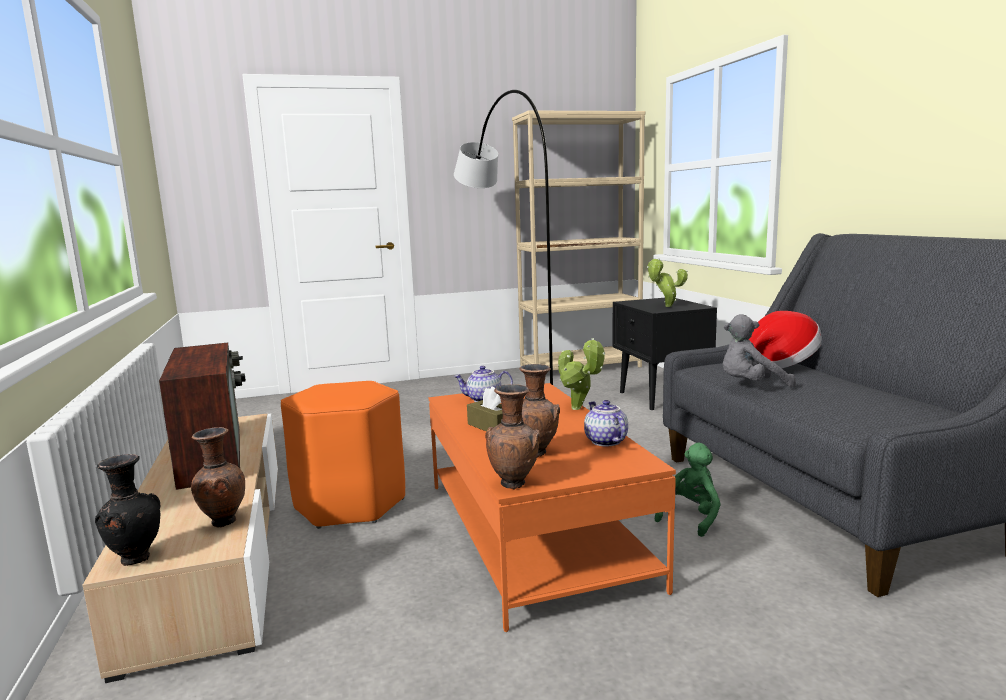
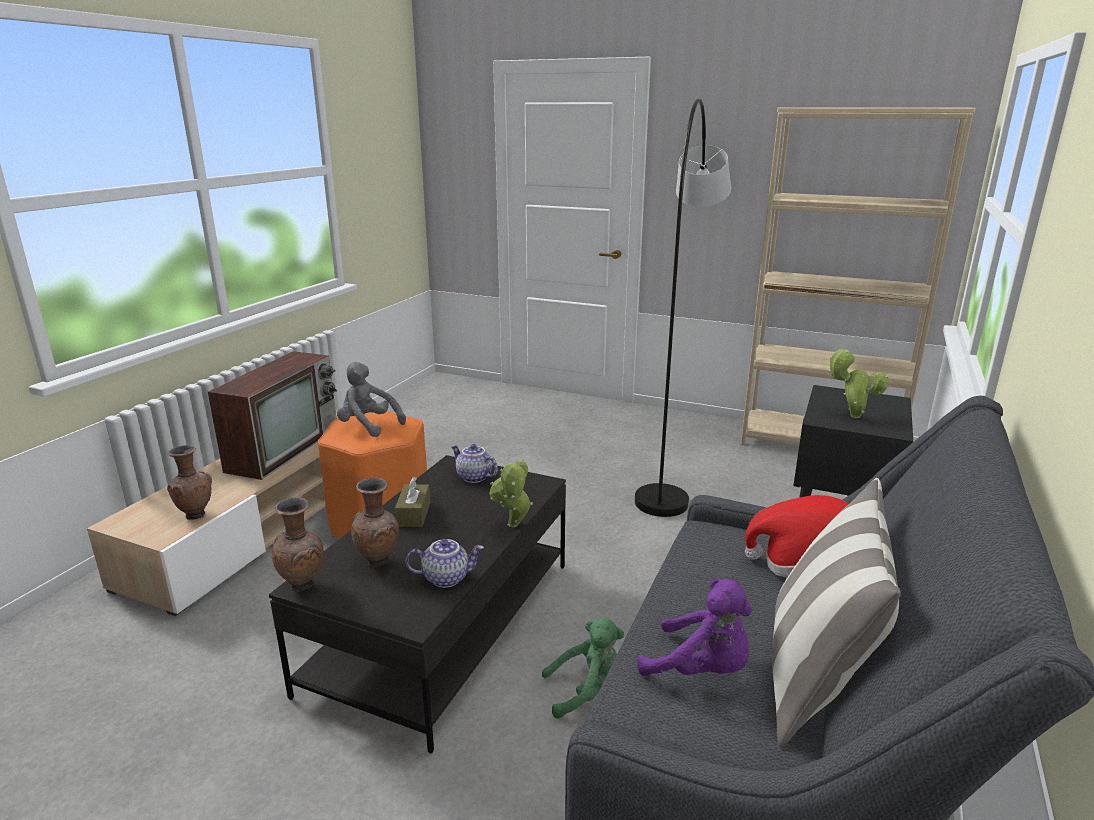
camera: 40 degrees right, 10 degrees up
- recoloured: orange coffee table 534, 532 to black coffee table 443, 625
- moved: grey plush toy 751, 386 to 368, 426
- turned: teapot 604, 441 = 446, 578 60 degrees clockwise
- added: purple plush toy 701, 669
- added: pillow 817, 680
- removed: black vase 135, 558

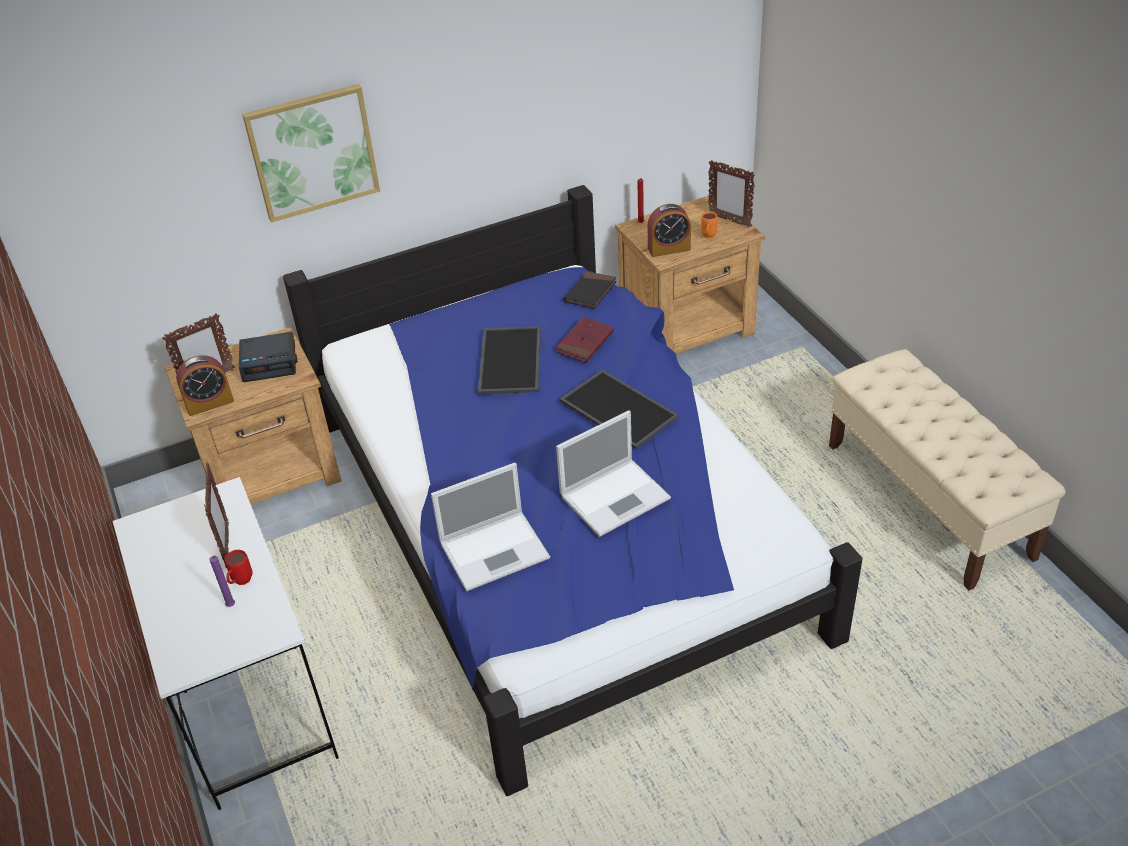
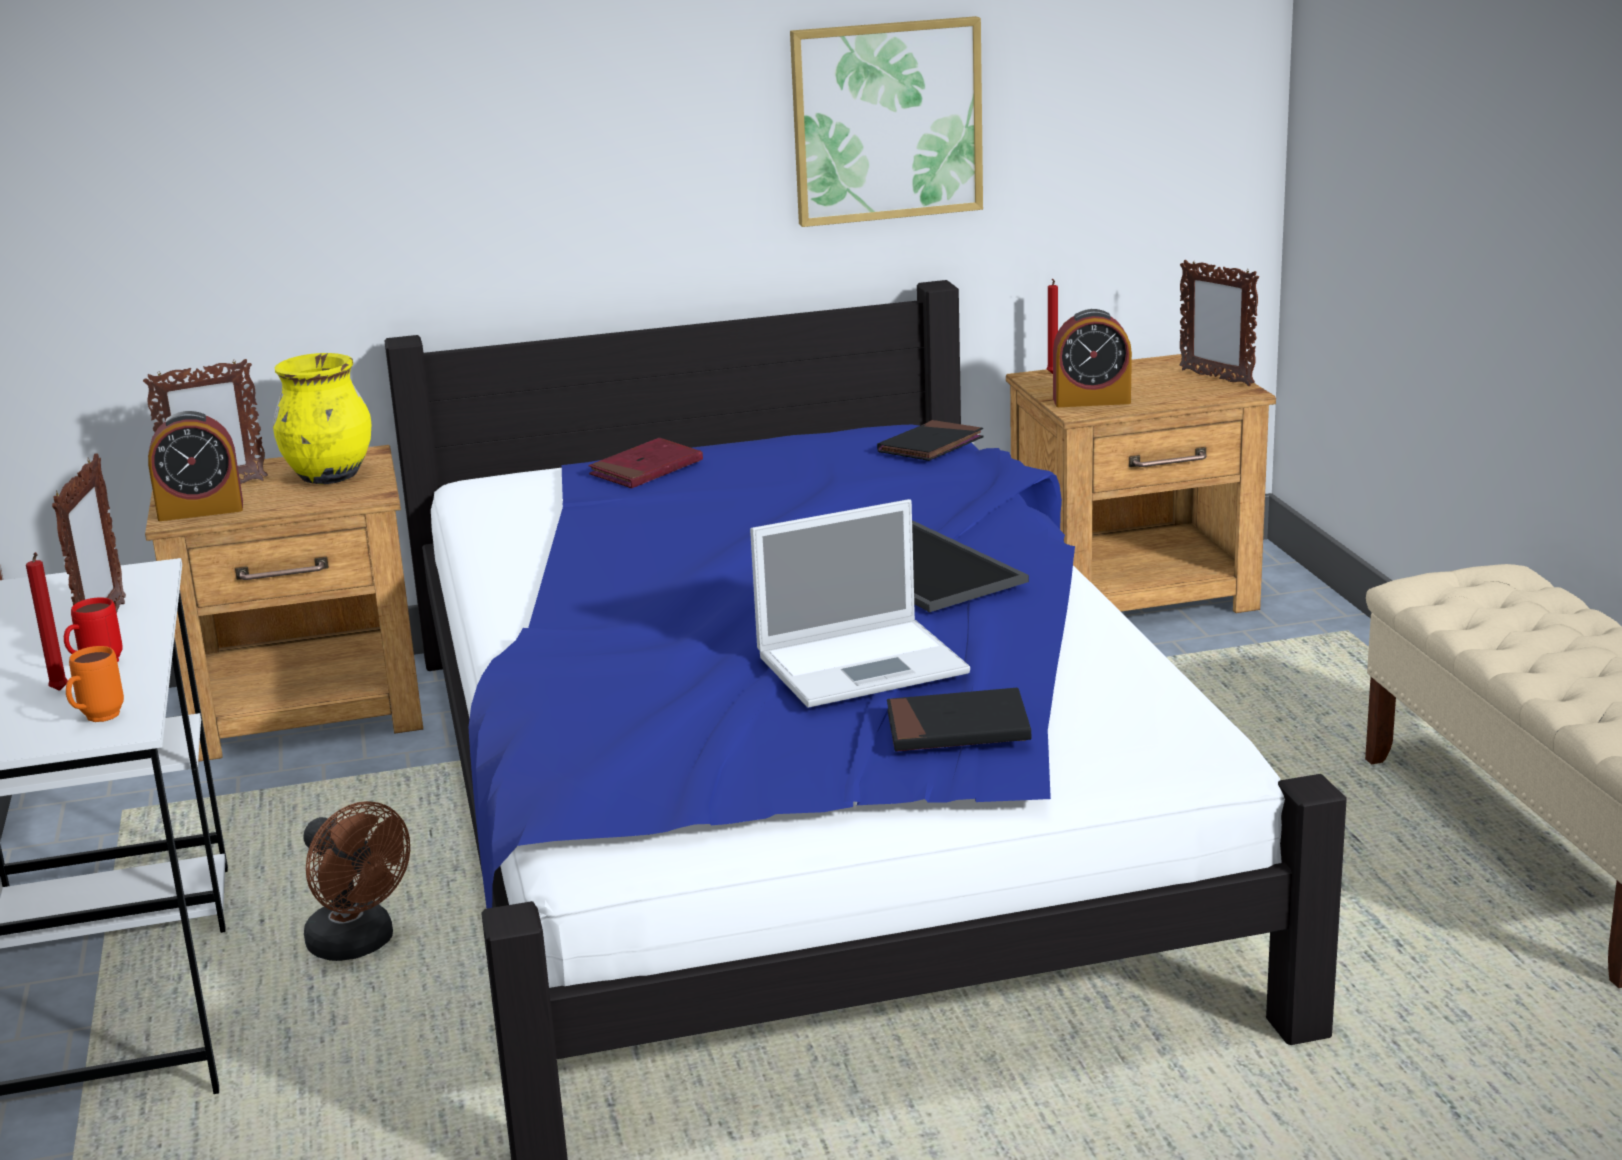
camera: 10 degrees right, 20 degrees down
- recoloured: purple candle 232, 606 to red candle 60, 691
- moved: orange mug 708, 237 to 96, 719
- replaced: alarm clock 270, 362 to yellow vase 330, 476
- added: brown fan 359, 945
- moved: red book 585, 342 to 646, 469
- moved: picture 312, 152 to 886, 121
- added: black book 958, 728
- removed: laptop 496, 549
- removed: tray 512, 361

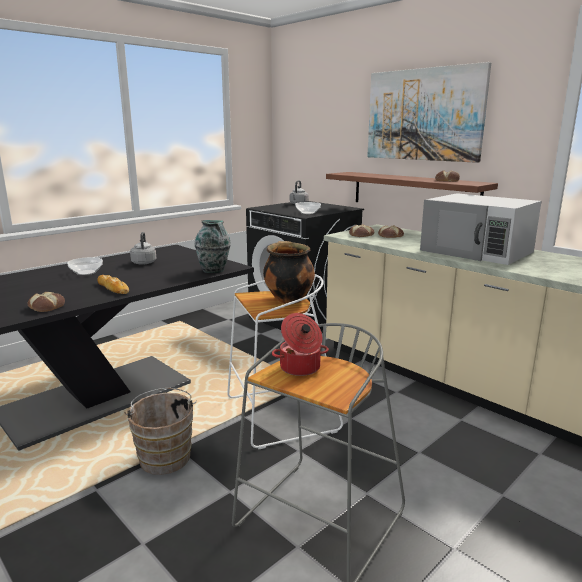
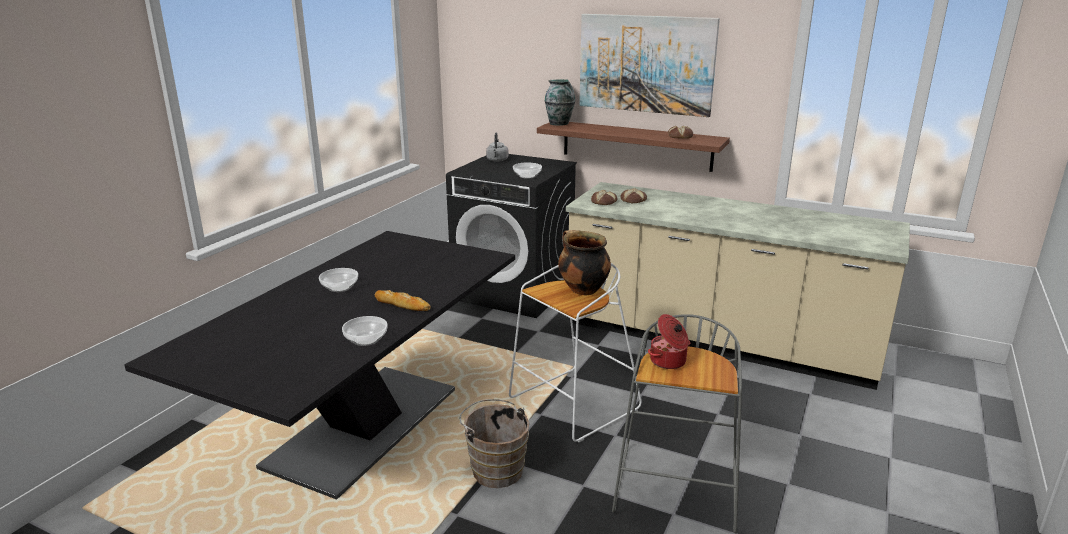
camera: 20 degrees left, 5 degrees up
- replaced: bread 47, 306 to bowl 366, 339
- moved: vase 214, 270 to 559, 124
- removed: grey kettle 144, 262
- removed: white microwave 477, 251

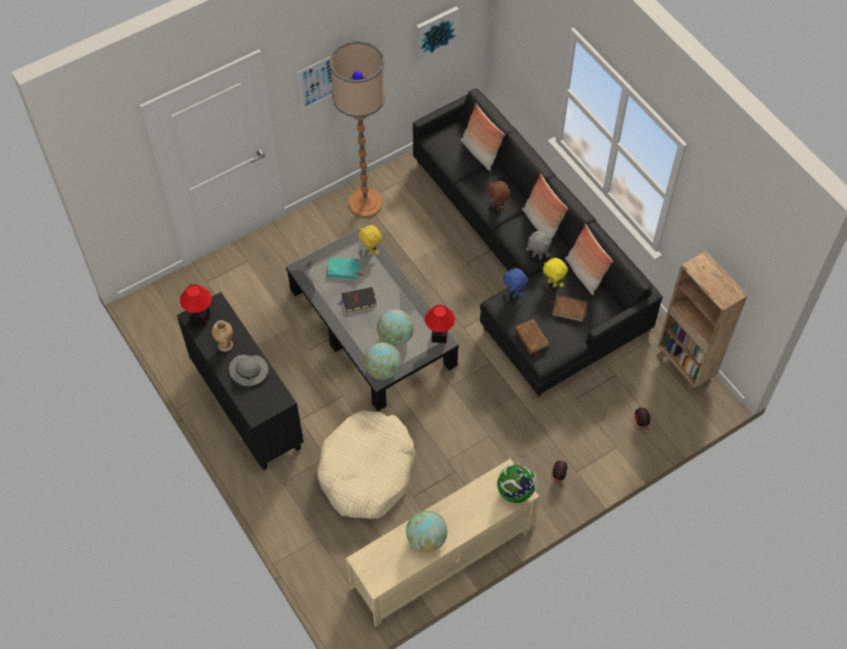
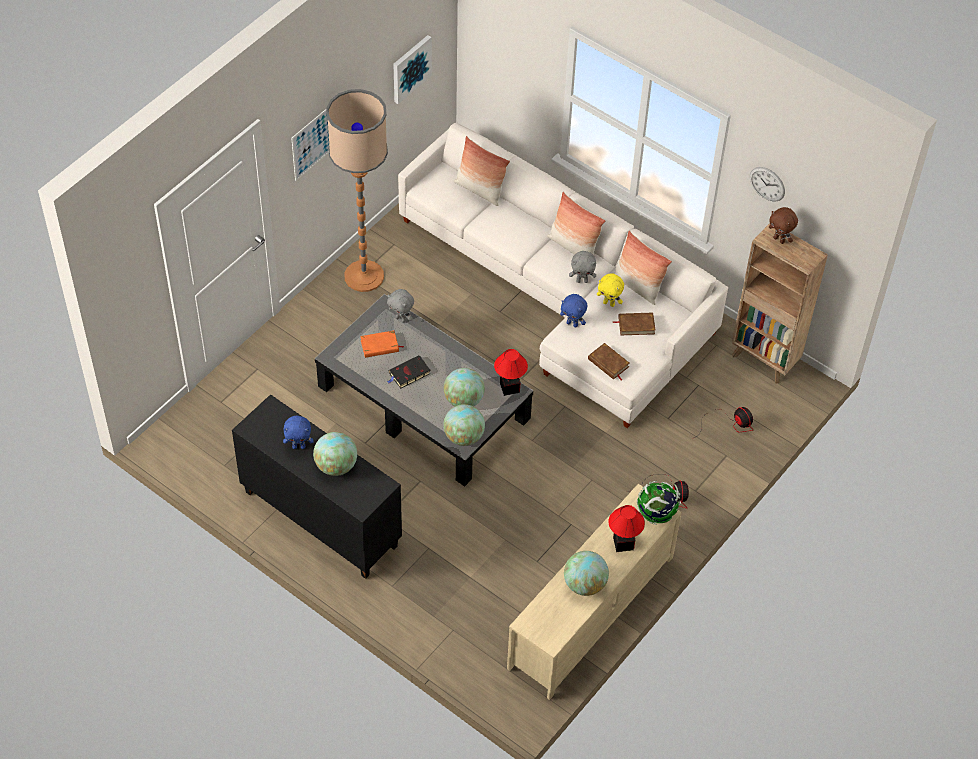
camera: 20 degrees left, 5 degrees down
- replaced: vase 225, 345 to blue plush toy 299, 446
- replaced: grey hat 249, 371 to globe 336, 466
- recoloured: turquoise book 343, 270 to orange book 380, 346
- recoloured: yellow plush toy 371, 250 to grey plush toy 401, 319
- recoloured: black sofa 528, 262 to white sofa 564, 295
- moved: table lamp 201, 317 to 623, 543
- added: wall clock 767, 184
- moved: brown plush toy 497, 206 to 779, 239
- removed: beige dog bed 367, 471

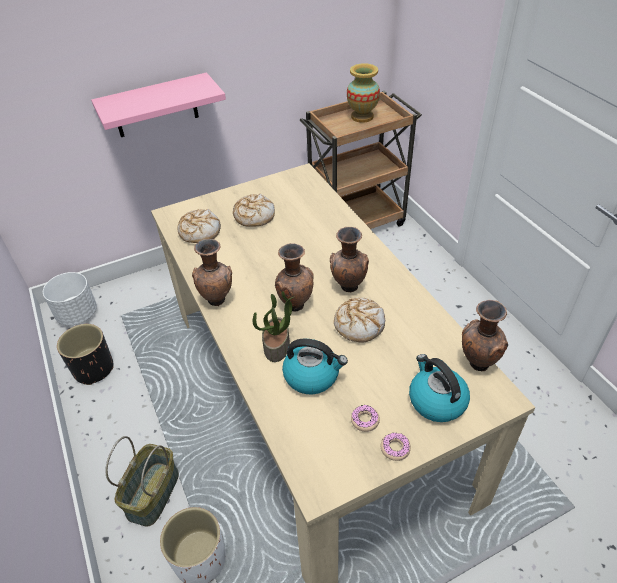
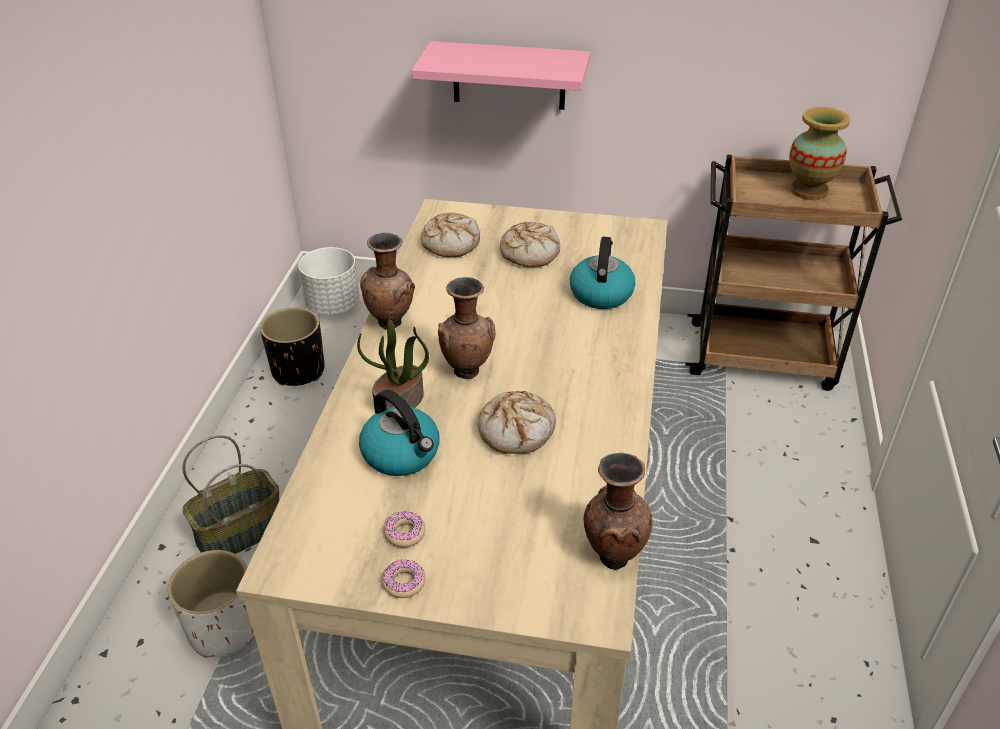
camera: 35 degrees right, 5 degrees down
- moved: kettle 436, 400 to 601, 293
- removed: brown vase 348, 287

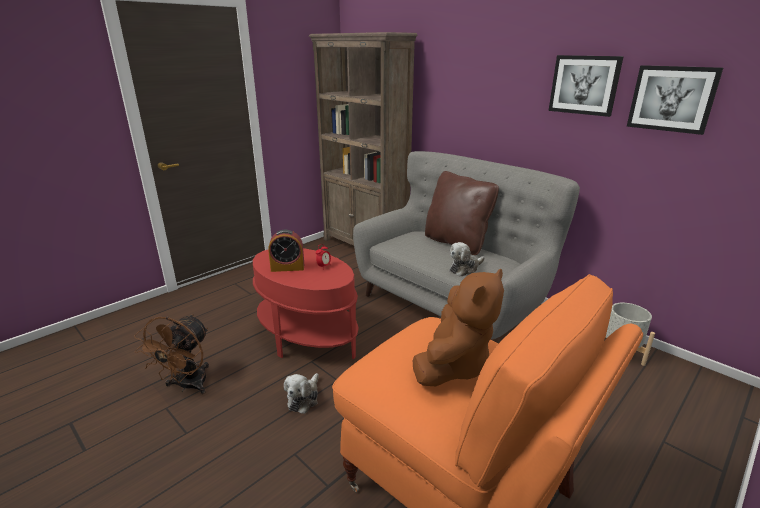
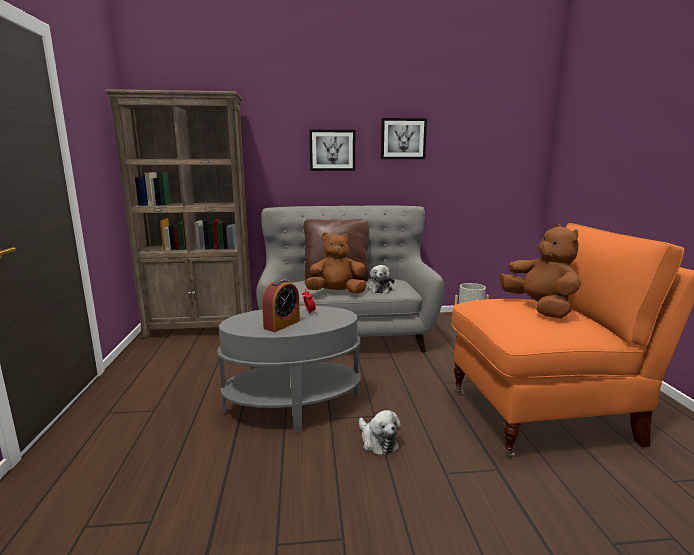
camera: 50 degrees left, 10 degrees down
- recoloured: red side table 307, 338 to grey side table 293, 407
- added: brown plush toy 336, 293
- moved: picture 672, 99 to 332, 150
- removed: brown fan 187, 386

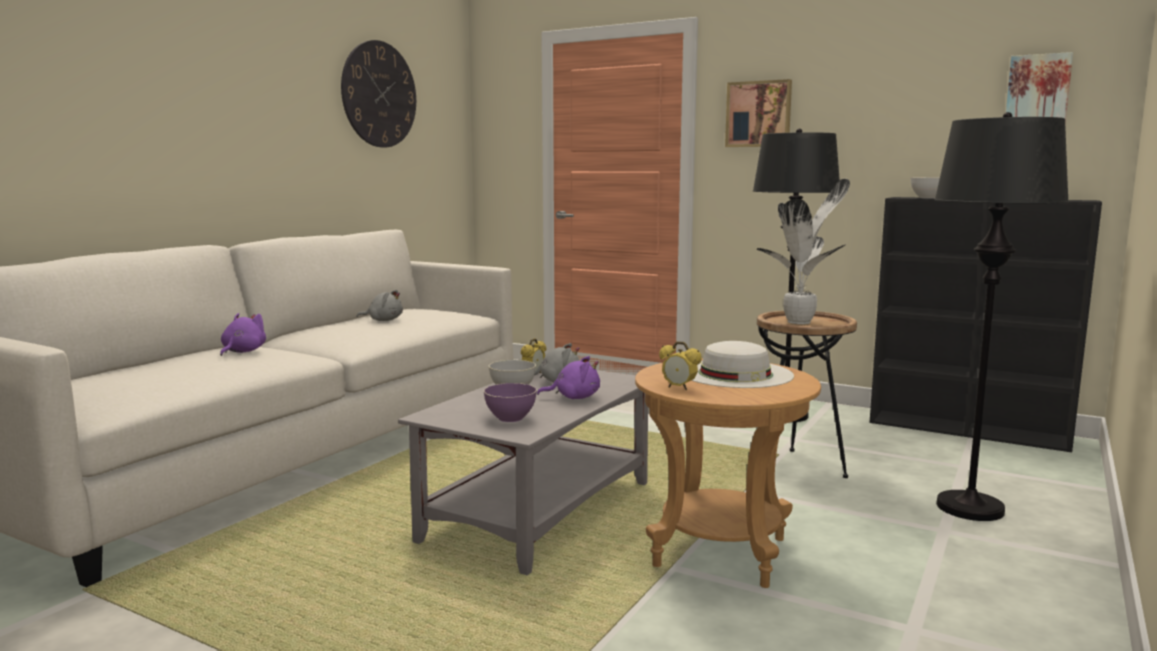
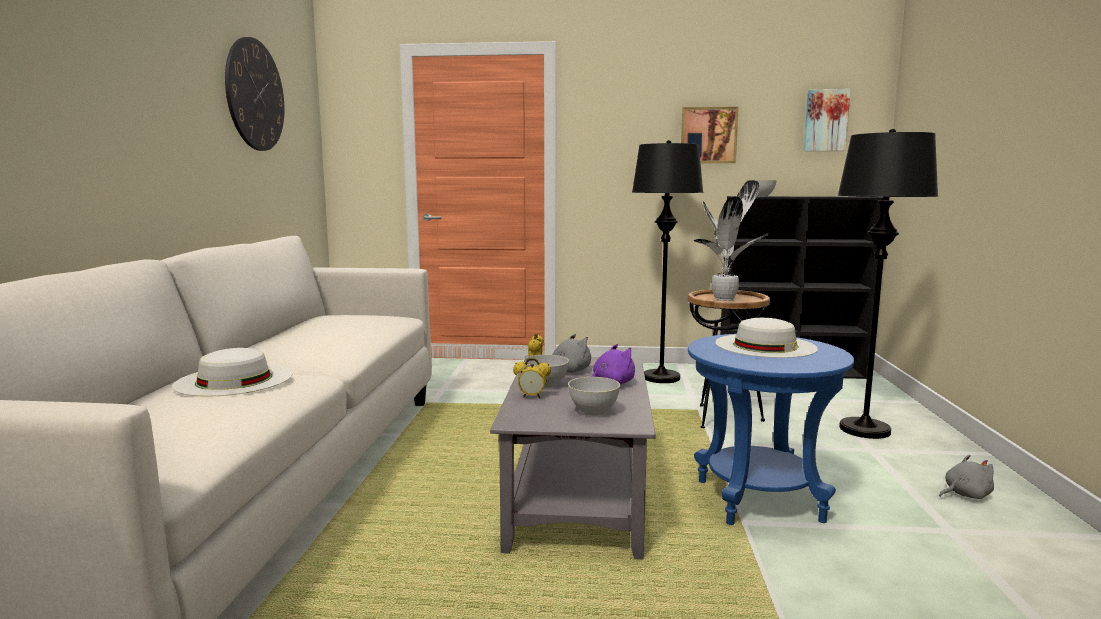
camera: 25 degrees left, 0 degrees up
- replaced: purple plush toy 242, 351 to white hat 234, 380
- moved: alarm clock 679, 388 to 532, 397
- recoloured: purple bowl 510, 418 to grey bowl 593, 411
- moved: picture 759, 114 to 708, 135
- recoloured: brown side table 720, 552 to blue side table 758, 501
- moved: grey plush toy 383, 320 to 965, 494

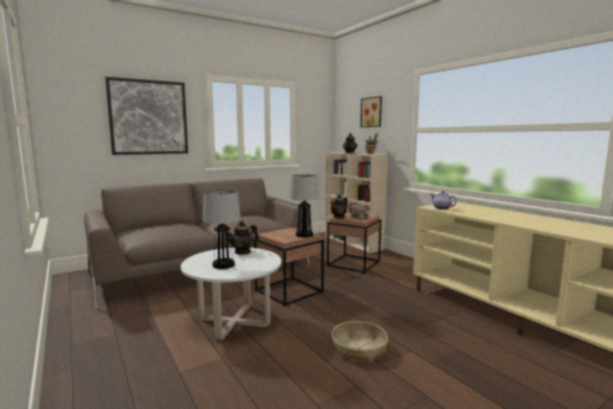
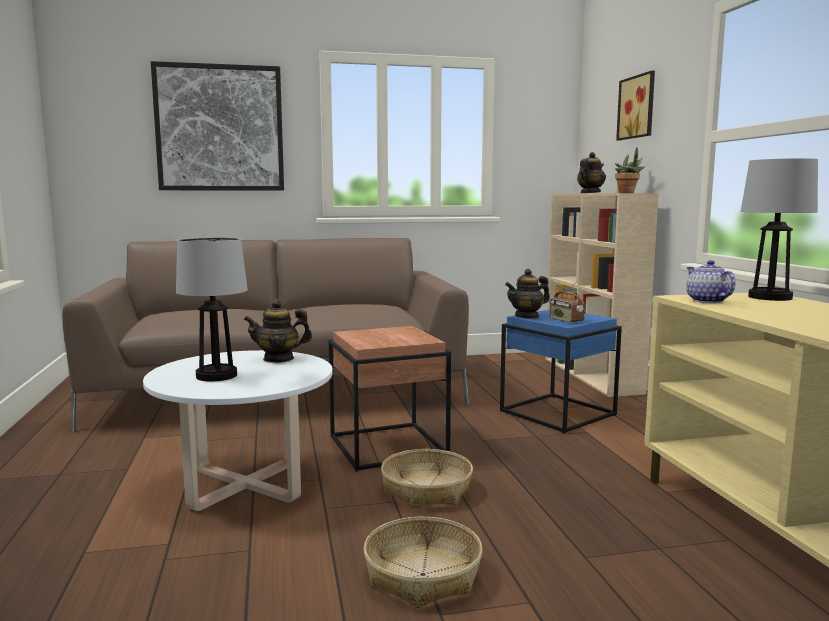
camera: 20 degrees right, 0 degrees up
- added: basket 426, 490
- recoloured: brown side table 354, 263 to blue side table 559, 413
- moved: table lamp 304, 235 to 770, 297

